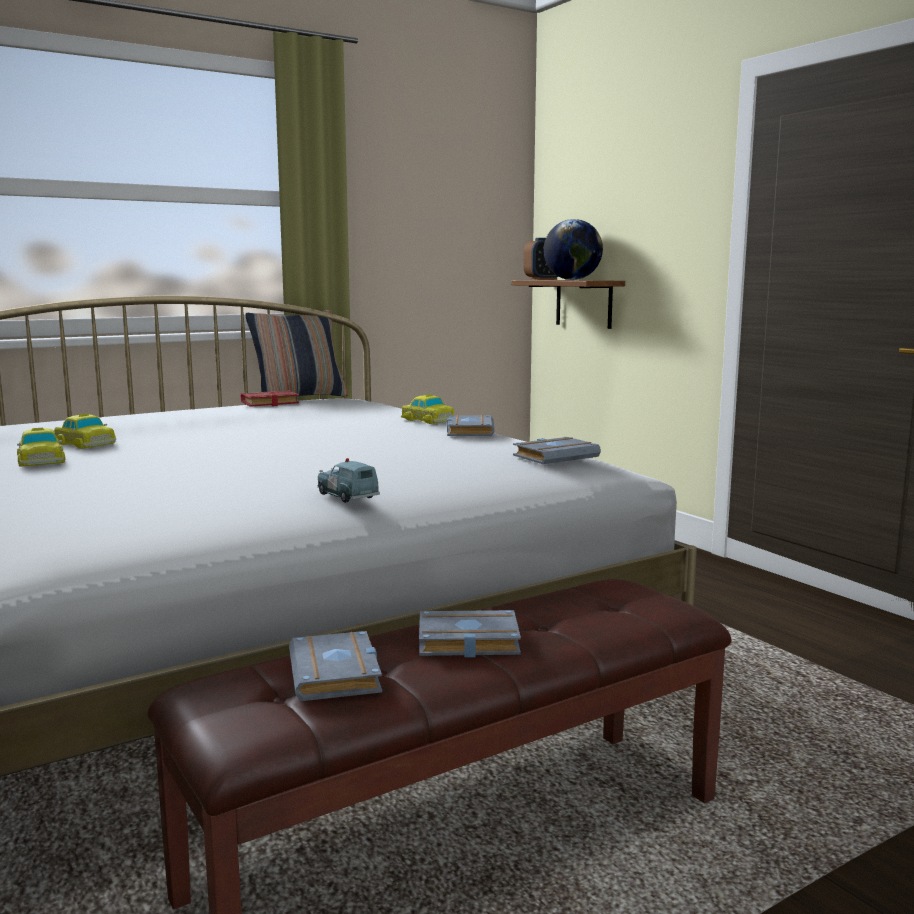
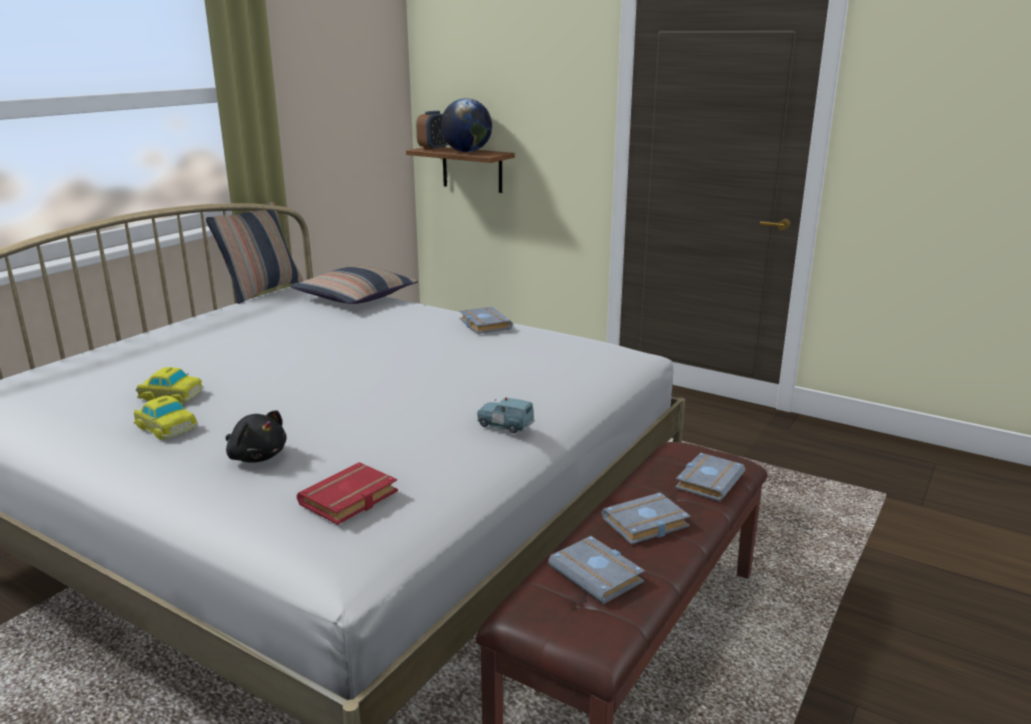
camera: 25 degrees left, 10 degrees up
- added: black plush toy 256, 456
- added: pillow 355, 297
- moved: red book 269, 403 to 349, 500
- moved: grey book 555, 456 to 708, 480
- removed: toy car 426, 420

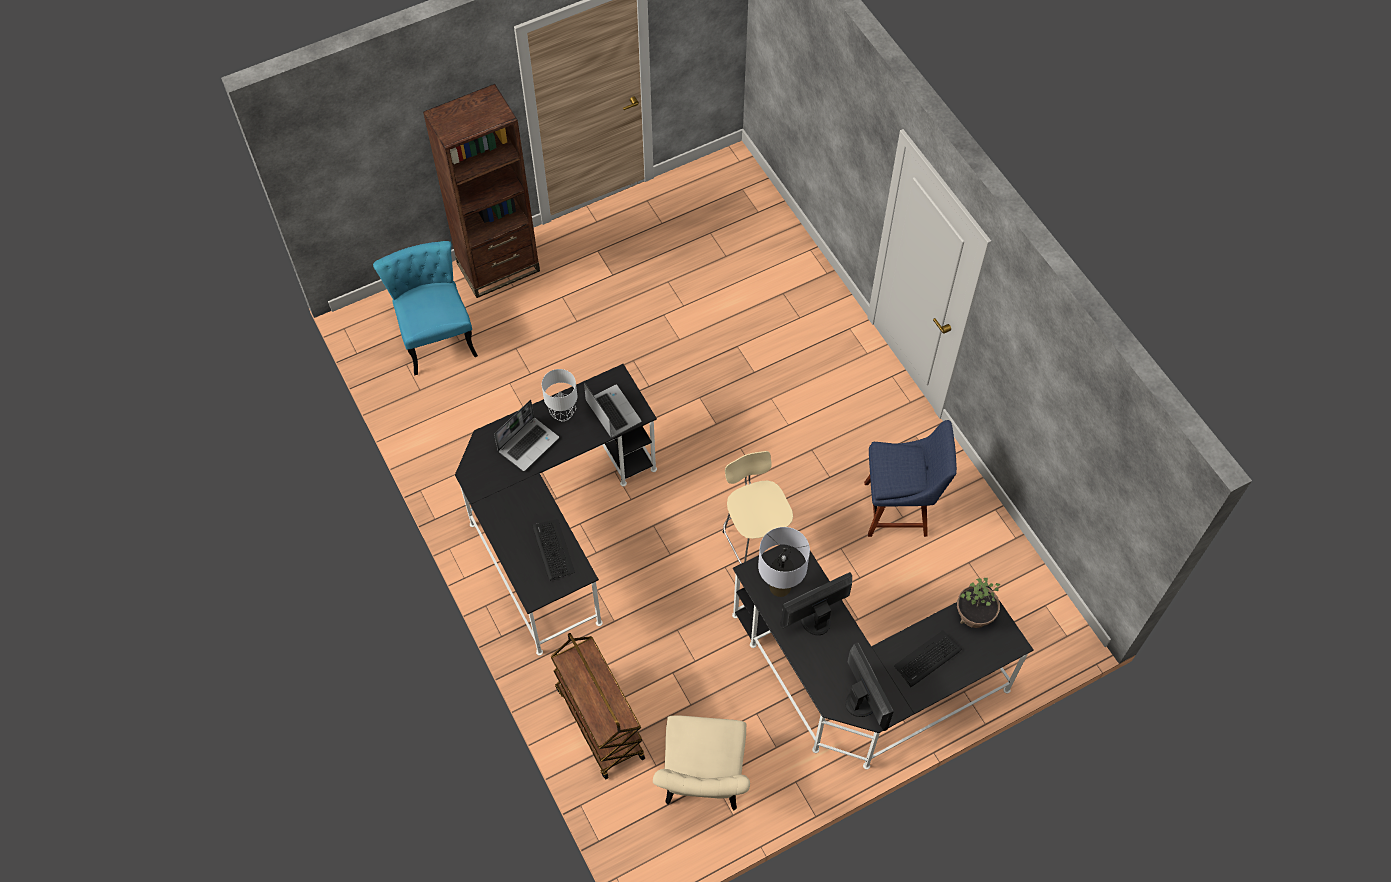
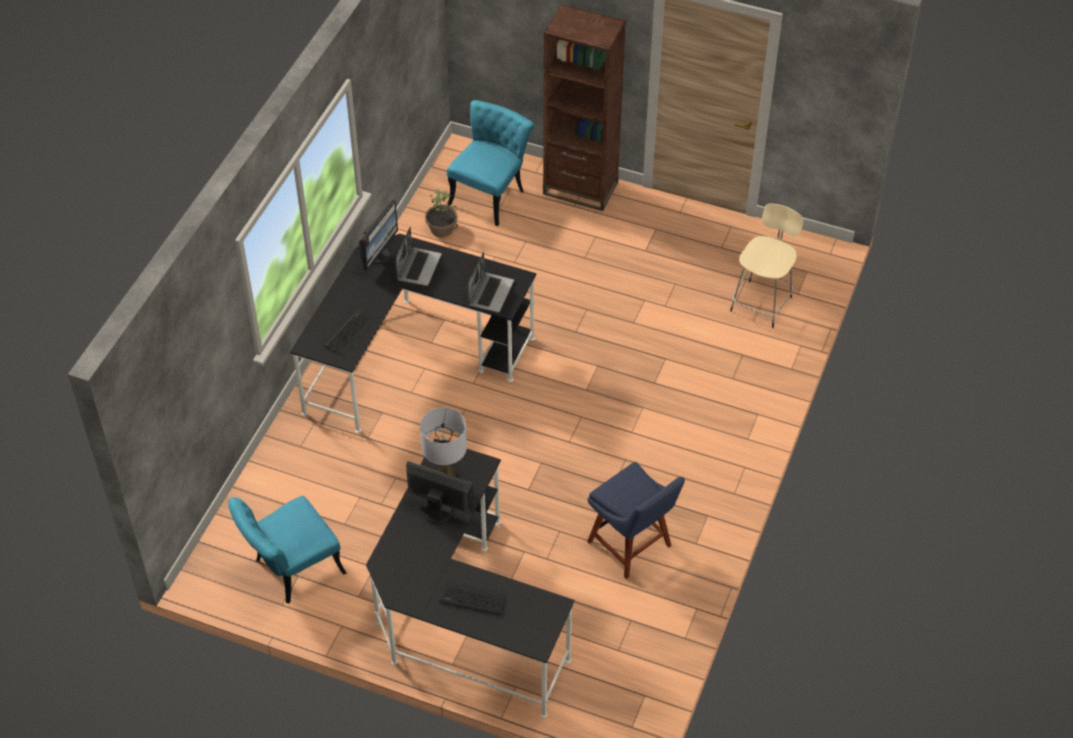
camera: 50 degrees right, 10 degrees down
- recoloured: beige chair 703, 782 to turquoise chair 291, 570
- moved: monitor 862, 701 to 379, 255
- turned: laptop 528, 444 = 418, 267 75 degrees counterclockwise
- moved: potted plant 975, 614 to 441, 229
- moved: beige stool 756, 542 to 762, 302
- removed: grey table lamp 562, 414
- removed: brown cart 599, 722

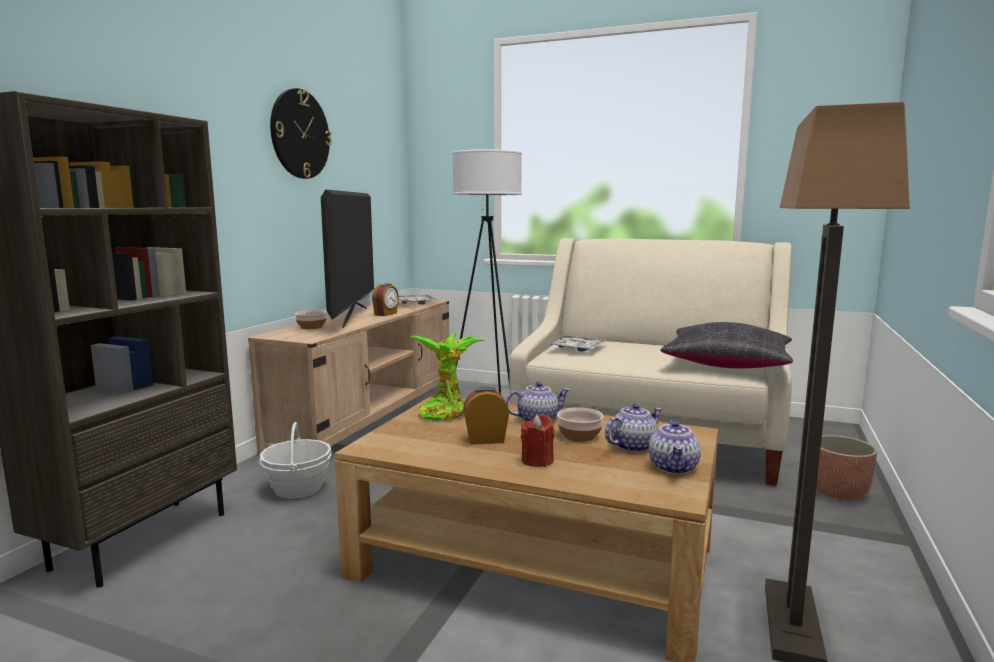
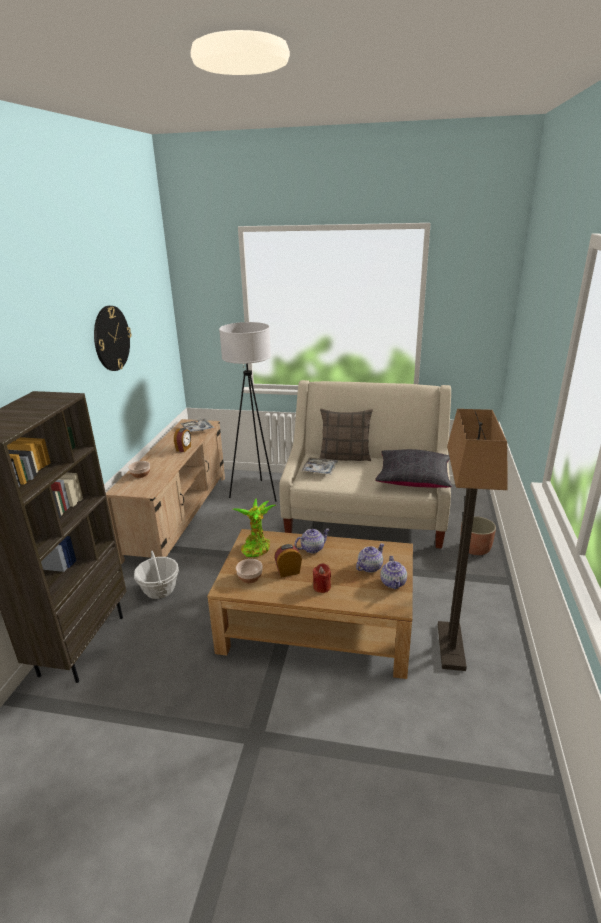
camera: 10 degrees left, 15 degrees up
- moved: bowl 579, 436 to 250, 577
- added: pillow 345, 457
- removed: television 353, 317

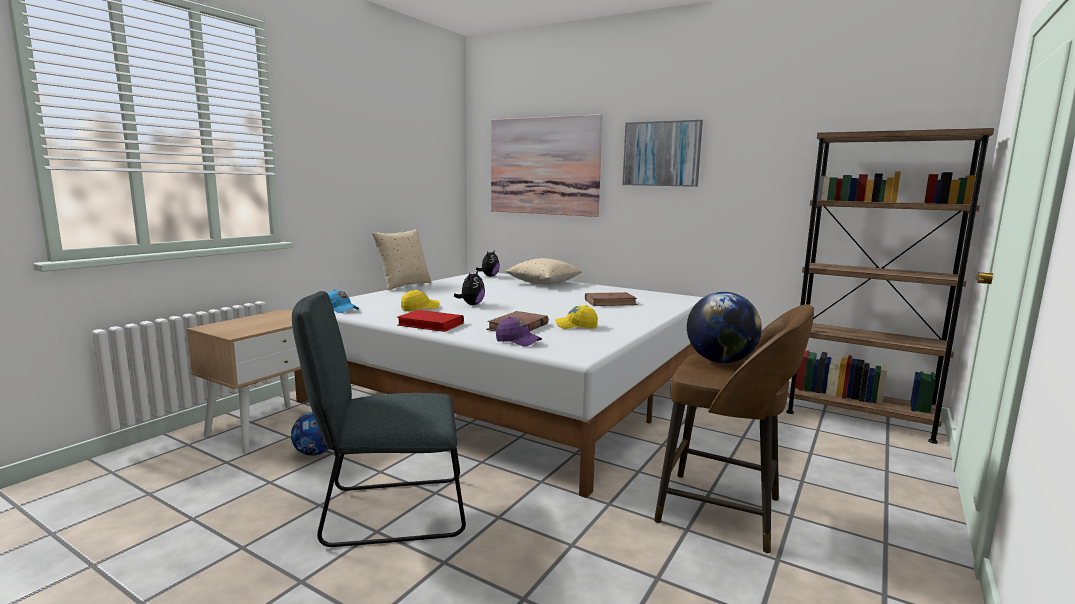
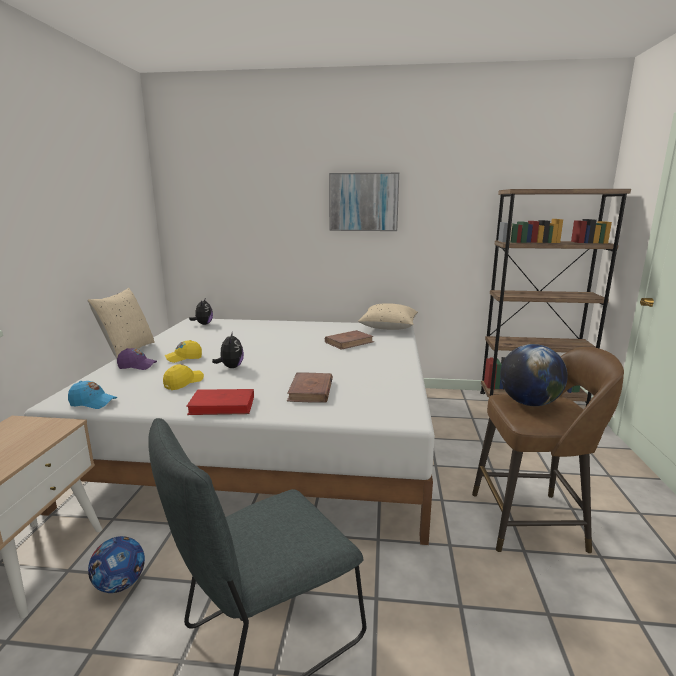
camera: 25 degrees left, 5 degrees up
- moved: purple cap 518, 341 to 137, 366
- moved: yellow cap 576, 326 to 184, 358
- moved: beige pillow 543, 283 to 388, 327
- removed: picture 544, 166

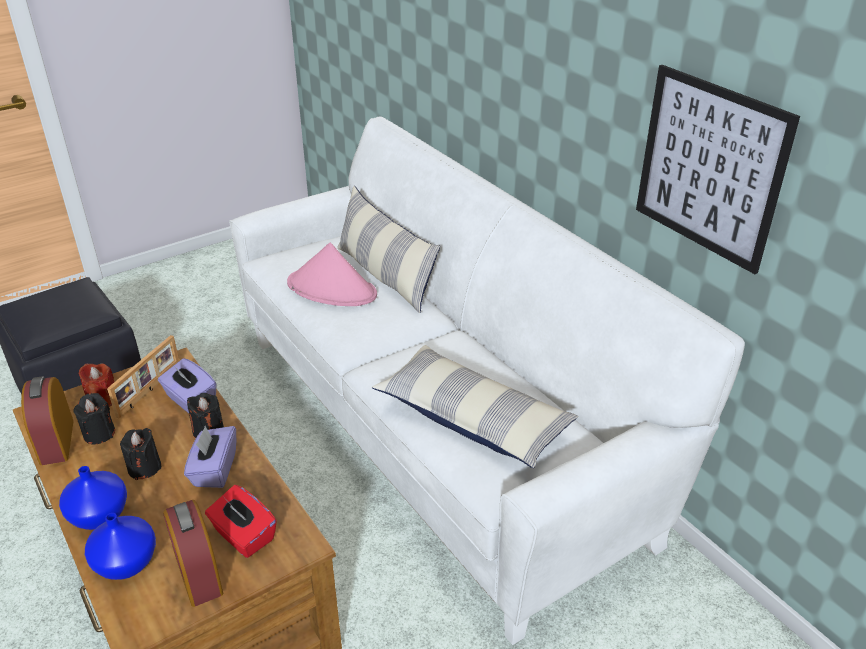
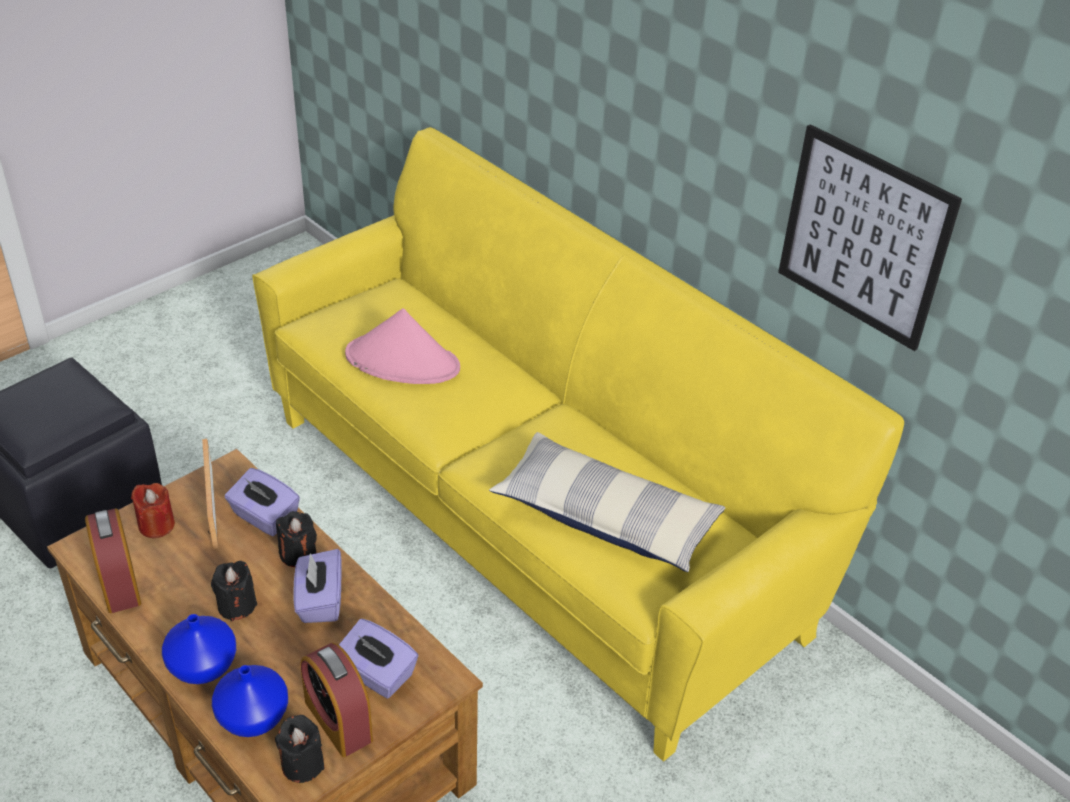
camera: 10 degrees left, 5 degrees up
- turned: picture frame 150, 390 = 211, 508 150 degrees clockwise
- recoloured: white sofa 434, 431 to yellow sofa 530, 521
- moved: black candle 99, 433 to 302, 764
- recoloured: red tissue box 243, 536 to purple tissue box 376, 674
- removed: pillow 385, 276

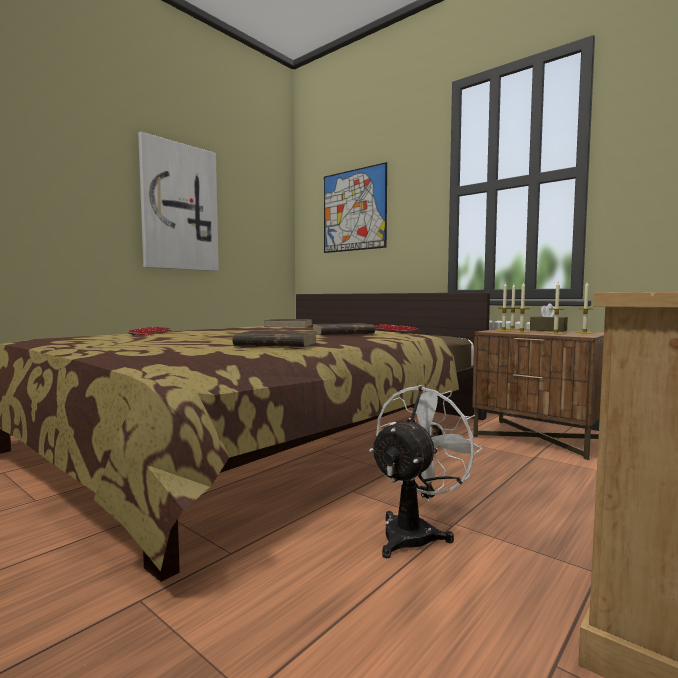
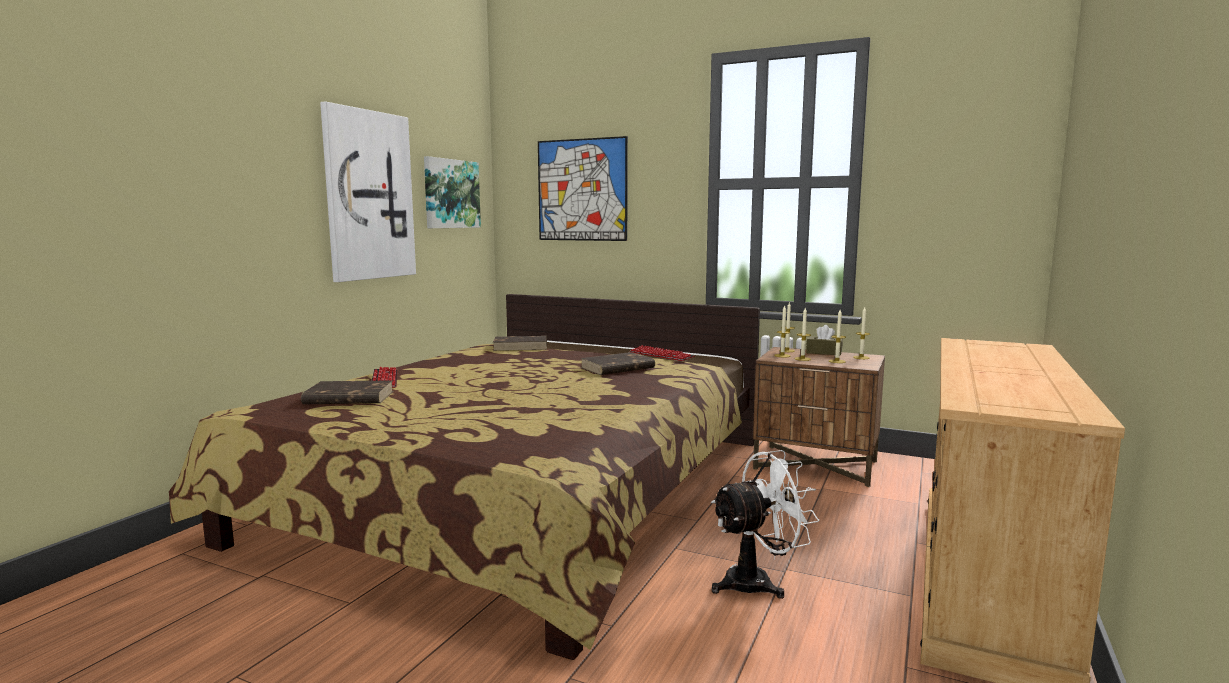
camera: 15 degrees left, 5 degrees up
- moved: brown book 275, 344 to 348, 398
- added: picture 451, 194
- turned: white fan 415, 532 = 757, 582 45 degrees clockwise

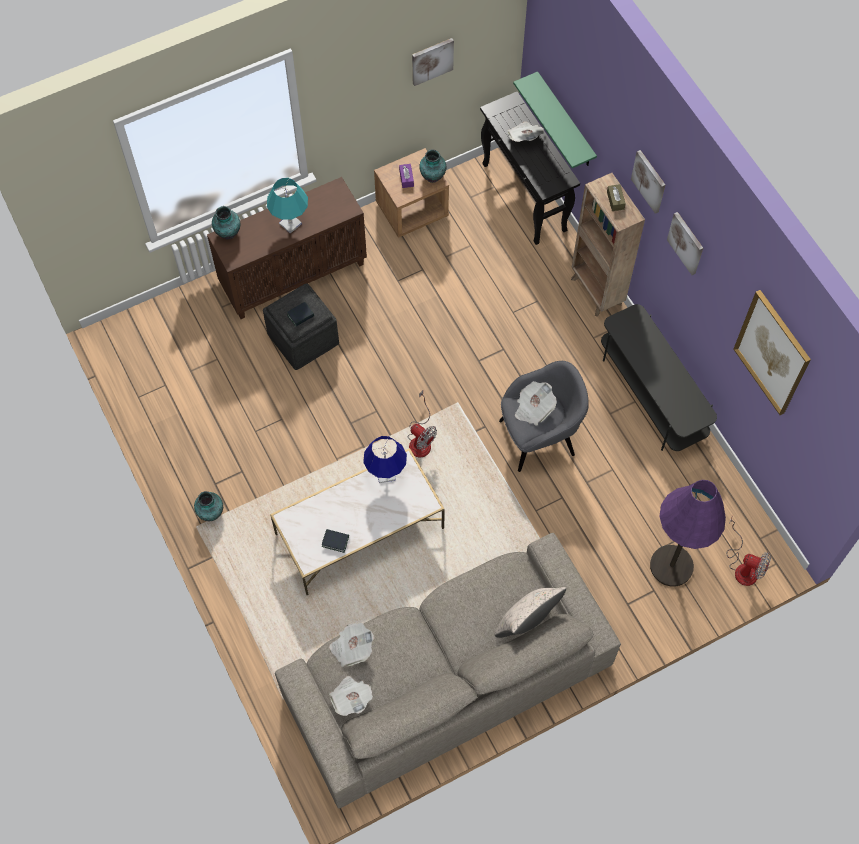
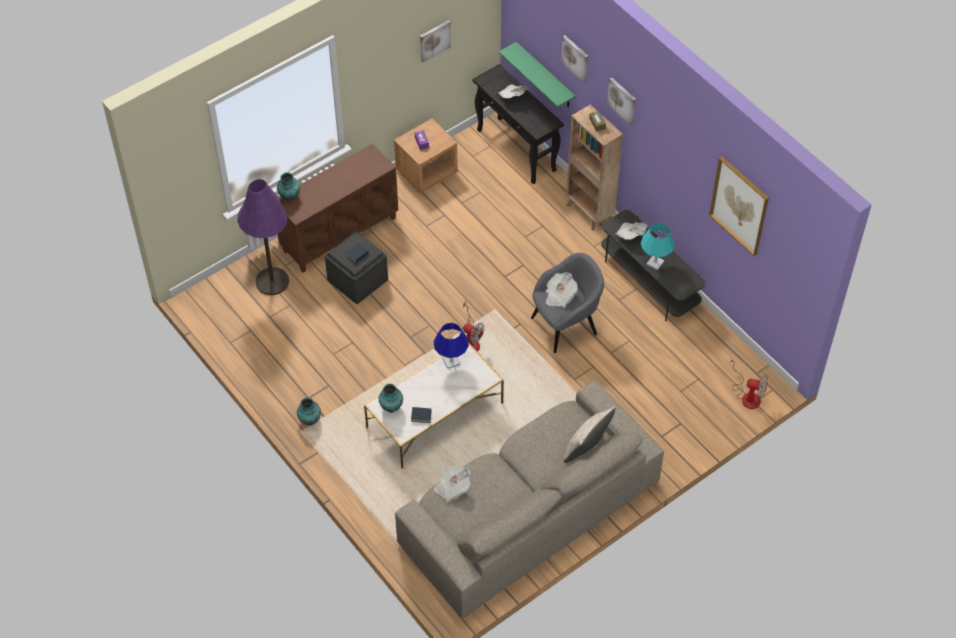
camera: 10 degrees left, 10 degrees down
- moved: purple floor lamp 671, 566 to 272, 281
- moved: vase 432, 176 to 391, 407
- moved: picture 686, 243 to 575, 58
- moved: newspaper 351, 698 to 630, 235
- moved: turquoise table lamp 290, 223 to 655, 263

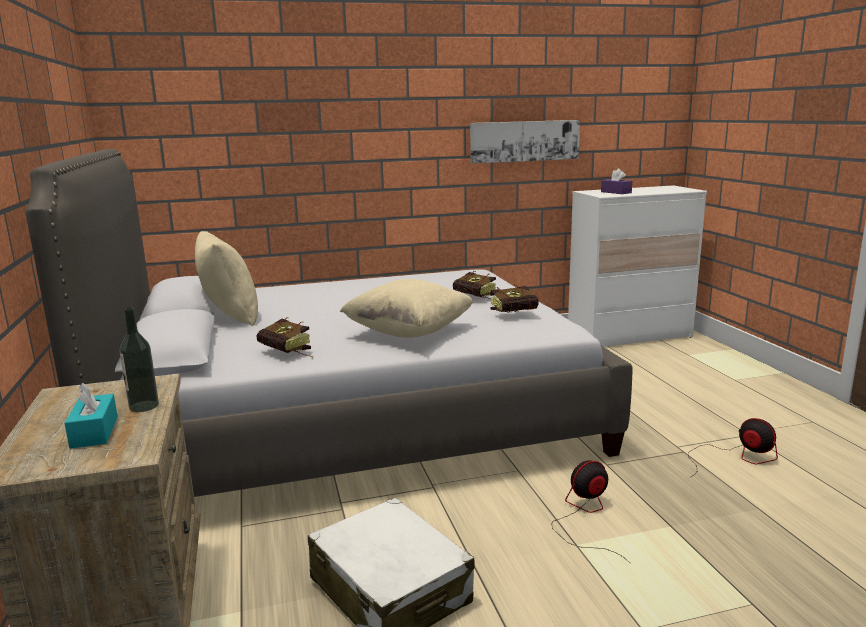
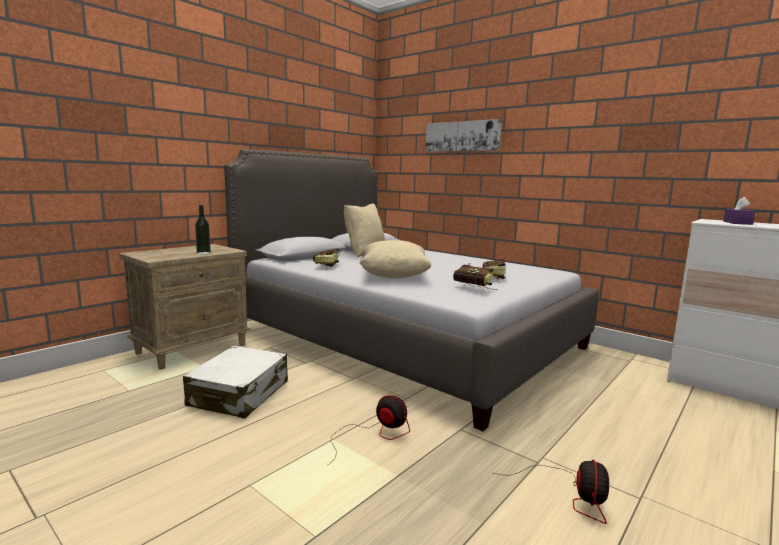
camera: 55 degrees right, 5 degrees down
- moved: picture 524, 141 to 462, 136
- removed: turquoise tissue box 94, 432

